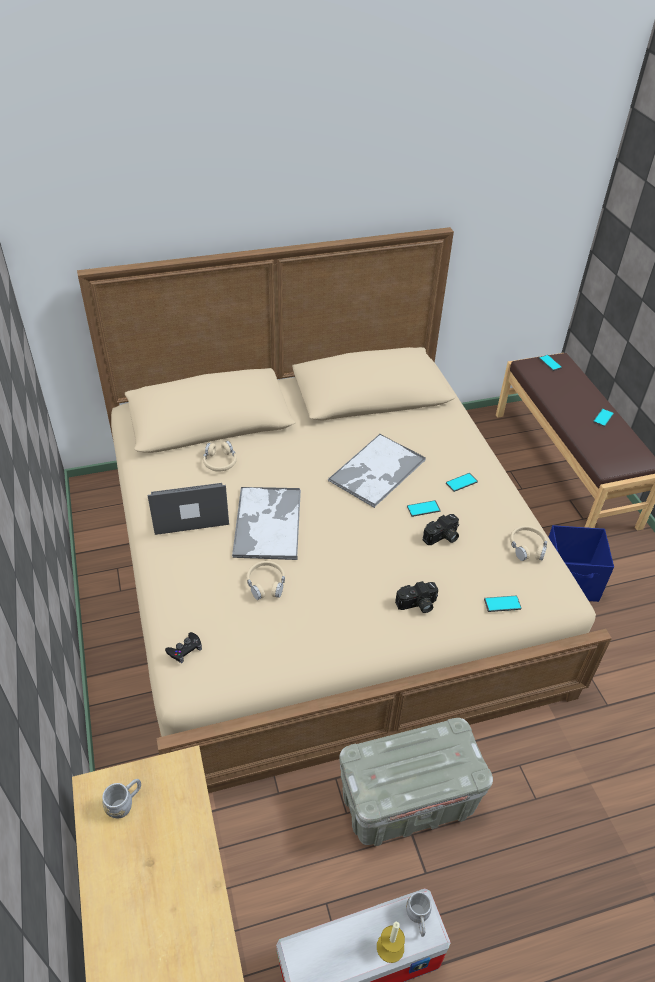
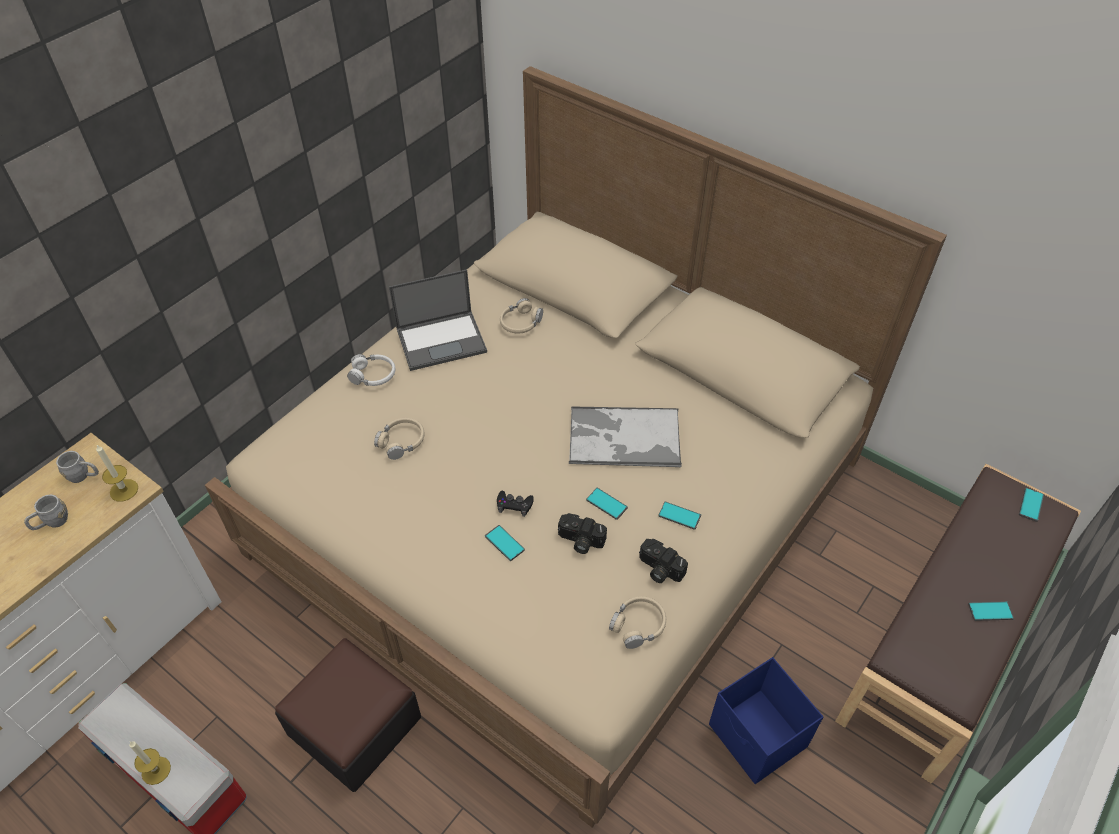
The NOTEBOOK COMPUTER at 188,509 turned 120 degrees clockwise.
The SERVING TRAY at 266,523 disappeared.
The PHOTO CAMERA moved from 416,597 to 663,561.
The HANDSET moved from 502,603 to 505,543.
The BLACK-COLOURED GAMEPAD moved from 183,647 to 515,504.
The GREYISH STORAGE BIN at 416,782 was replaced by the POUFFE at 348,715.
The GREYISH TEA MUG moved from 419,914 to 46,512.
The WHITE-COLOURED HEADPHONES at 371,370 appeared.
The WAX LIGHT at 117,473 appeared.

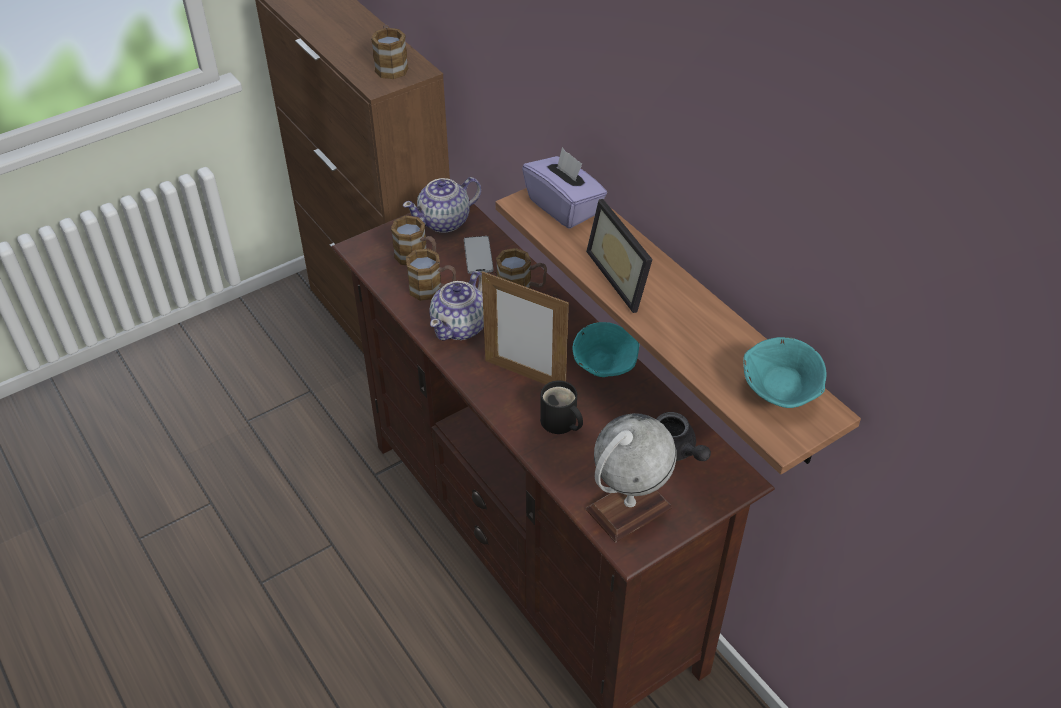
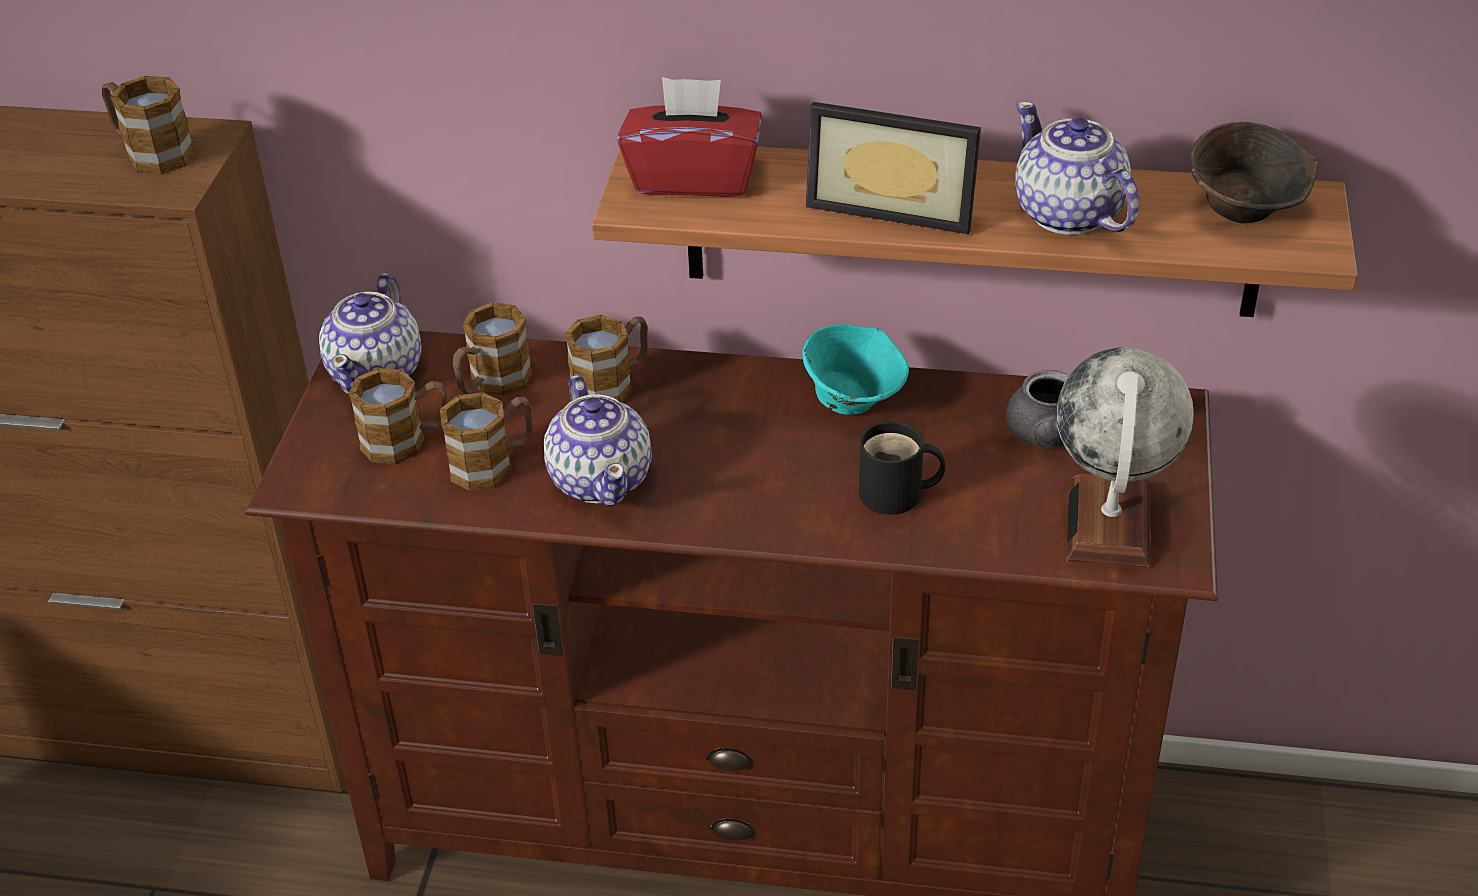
The PURPLE-COLOURED BOX OF TISSUES at 564,188 became the RED-COLOURED BOX OF TISSUES at 689,137.
The HANDSET at 478,255 was replaced by the TEA MUG at 493,349.
The PHOTO FRAME at 525,327 disappeared.
The TURQUOISE SERVING BOWL at 785,372 became the BROWNISH SERVING BOWL at 1253,172.
The TEAPOT at 1077,168 appeared.

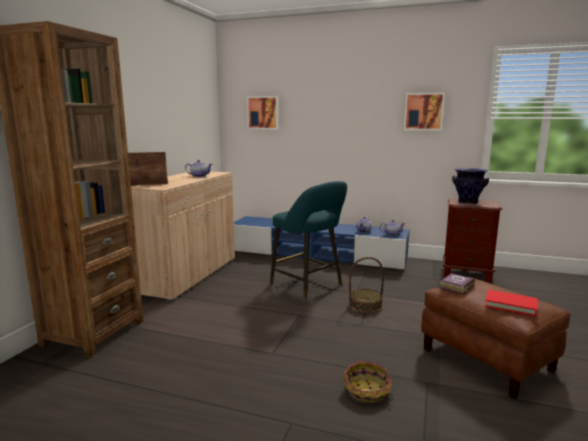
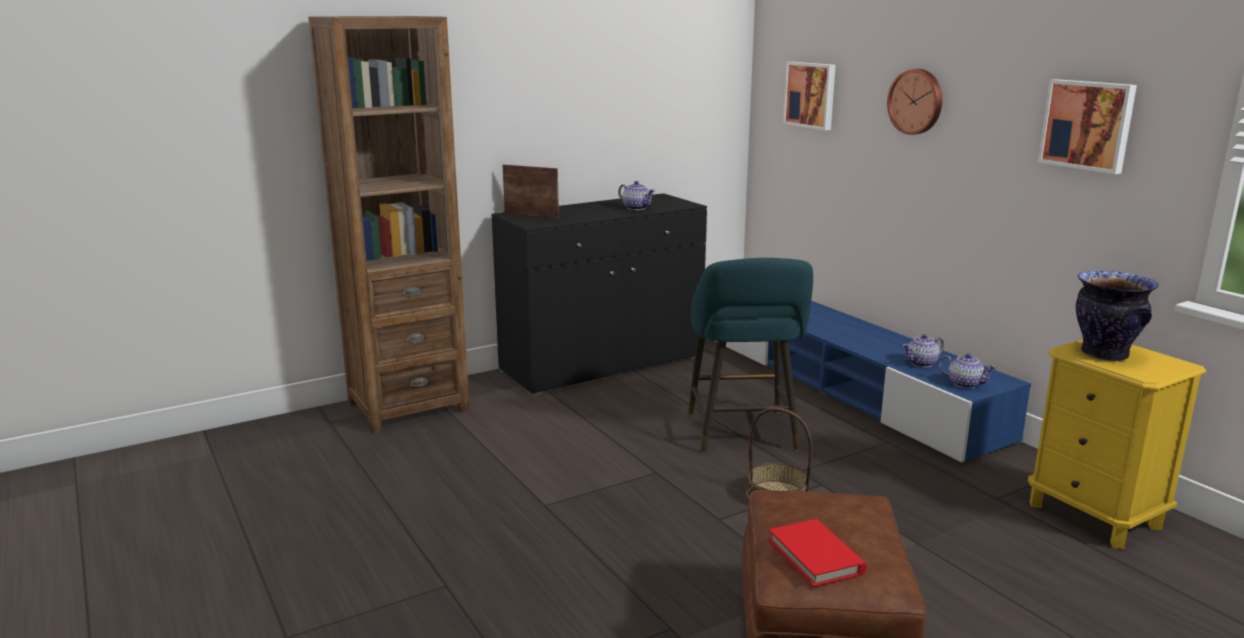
The BEIGE CABINET at 183,236 became the BLACK-COLOURED CABINET at 599,294.
The BROWNISH BEDSIDE TABLE at 473,240 became the YELLOW BEDSIDE TABLE at 1117,444.
The VOLUME at 457,283 disappeared.
The STORAGE BASKET at 368,382 disappeared.
The HANGING CLOCK at 914,102 appeared.

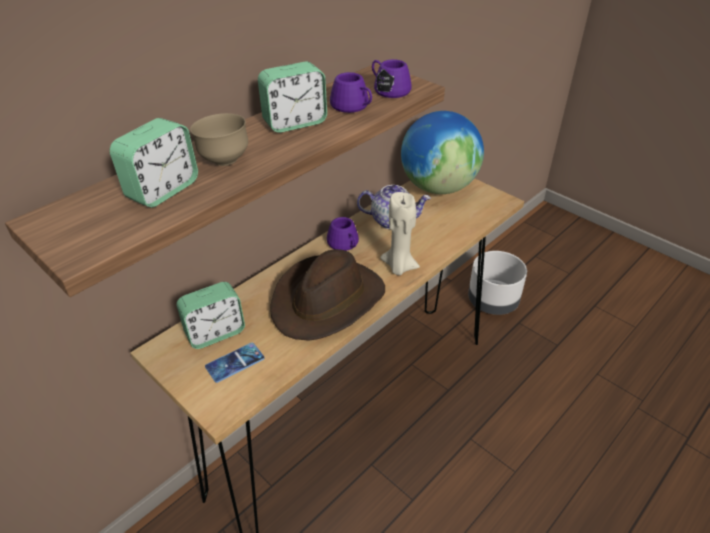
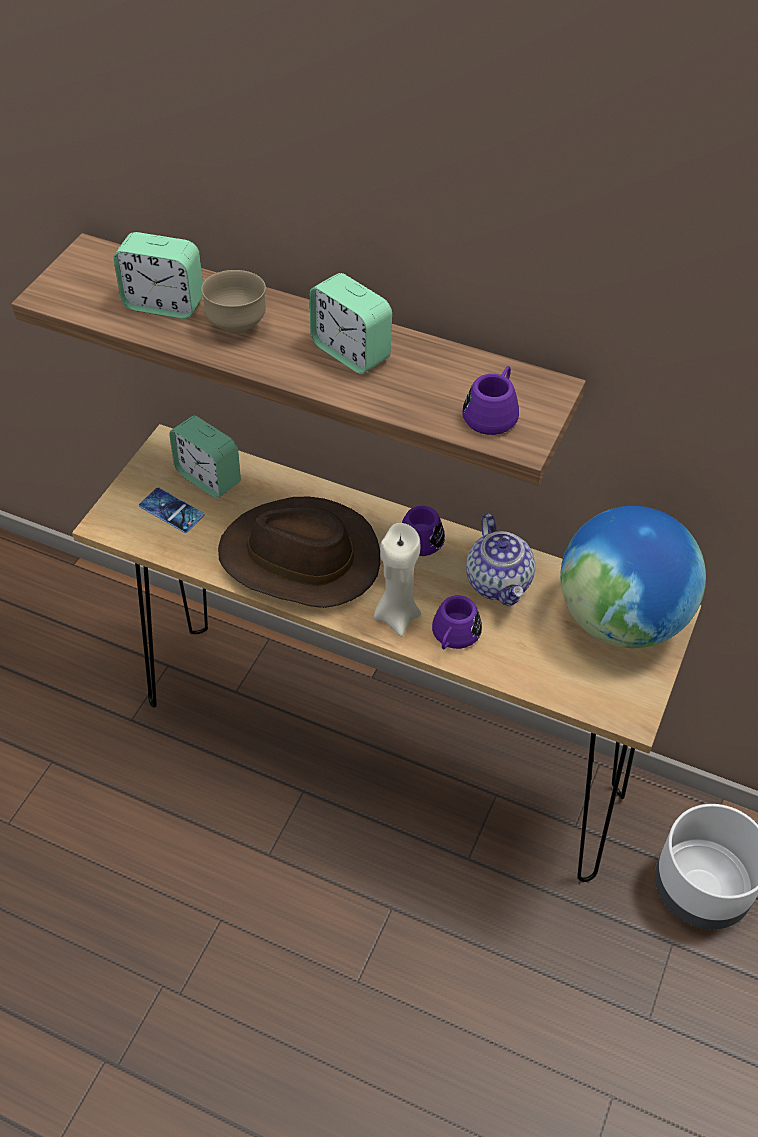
The PURPLE-COLOURED TEA MUG moved from 351,92 to 457,622.

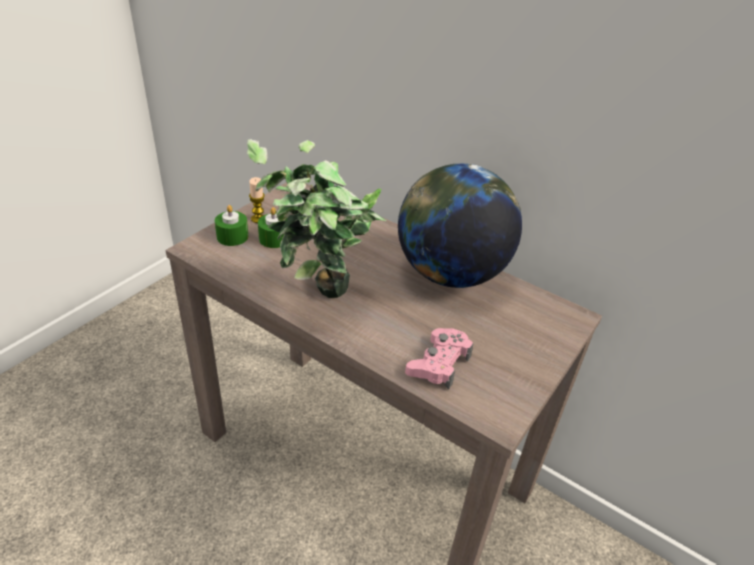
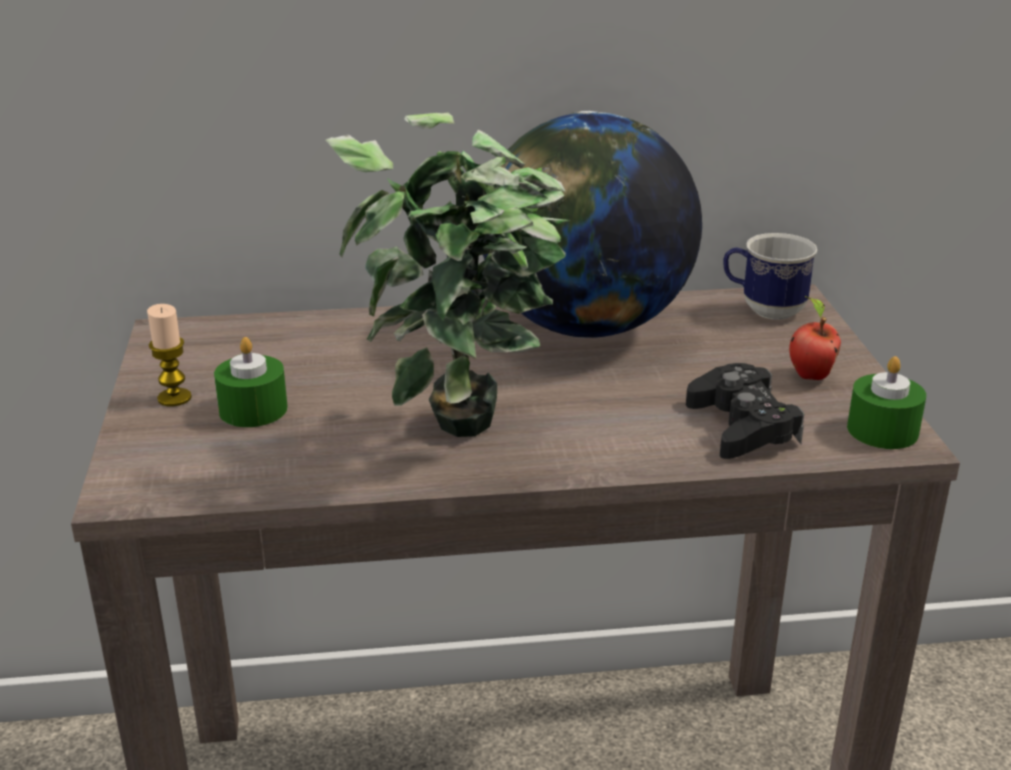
The GREEN-COLOURED WAX LIGHT moved from 231,225 to 886,402.
The PINK GAMEPAD at 439,359 became the BLACK-COLOURED GAMEPAD at 745,411.
The TEA MUG at 770,276 appeared.
The APPLE FRUIT at 815,338 appeared.

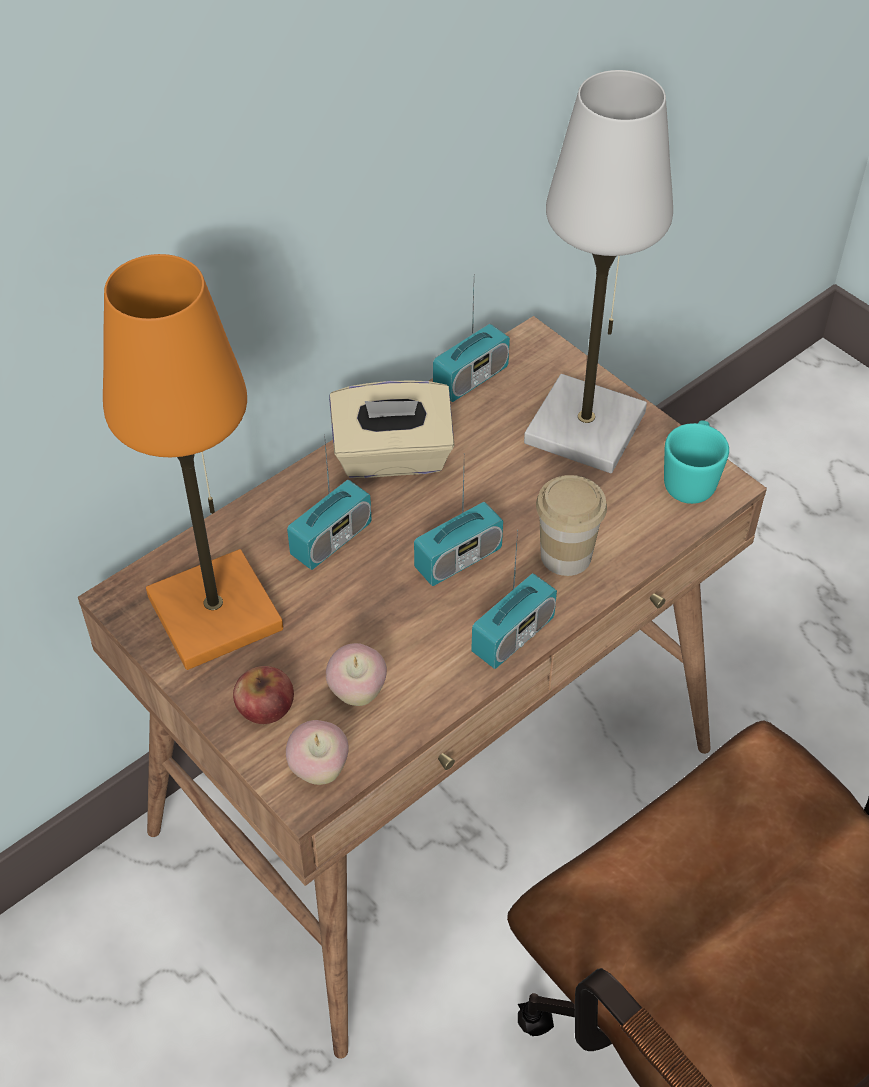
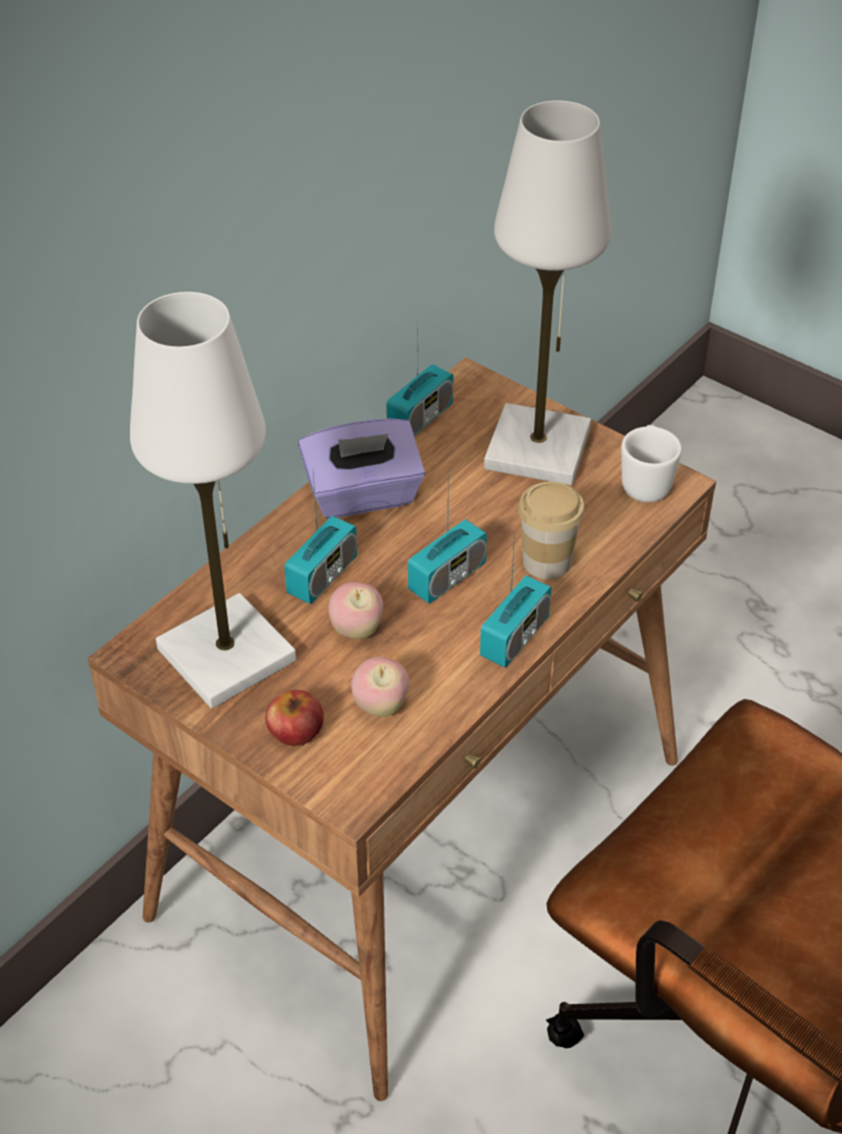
The ORANGE LAMP FOR A TABLE at 193,462 became the WHITE-COLOURED LAMP FOR A TABLE at 213,500.
The BEIGE BOX OF TISSUES at 391,429 became the PURPLE-COLOURED BOX OF TISSUES at 361,468.
The TURQUOISE TEA MUG at 696,462 became the WHITE-COLOURED TEA MUG at 651,463.
The APPLE FRUIT moved from 317,752 to 355,610.

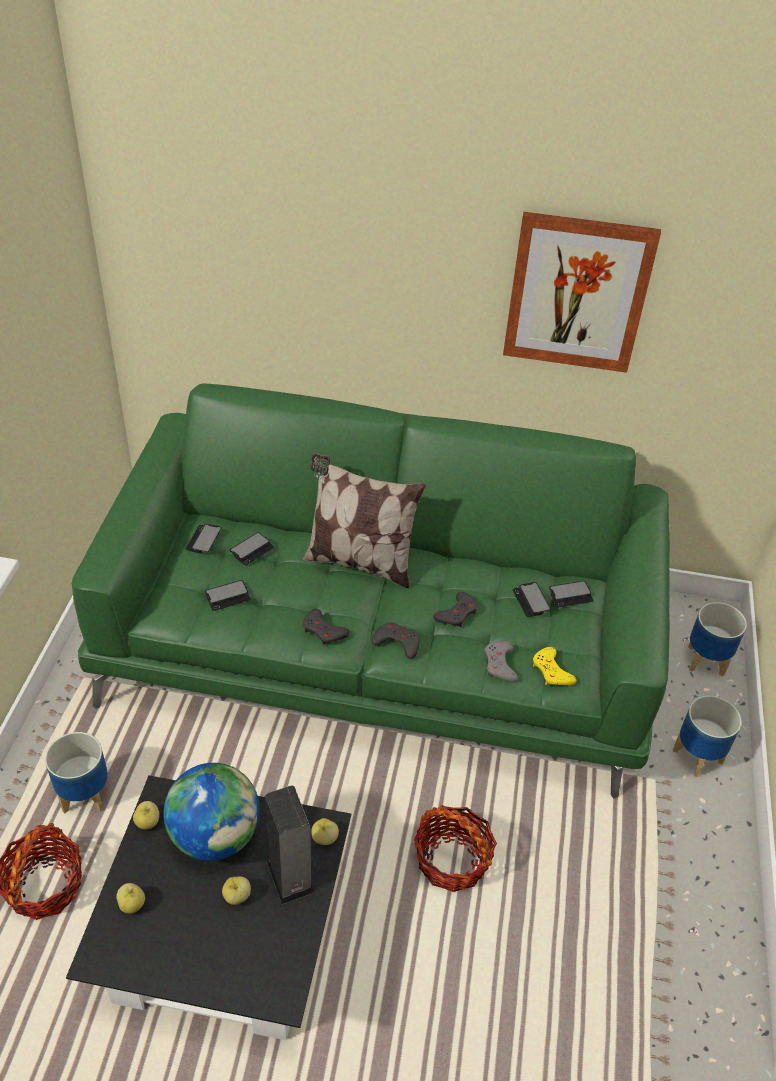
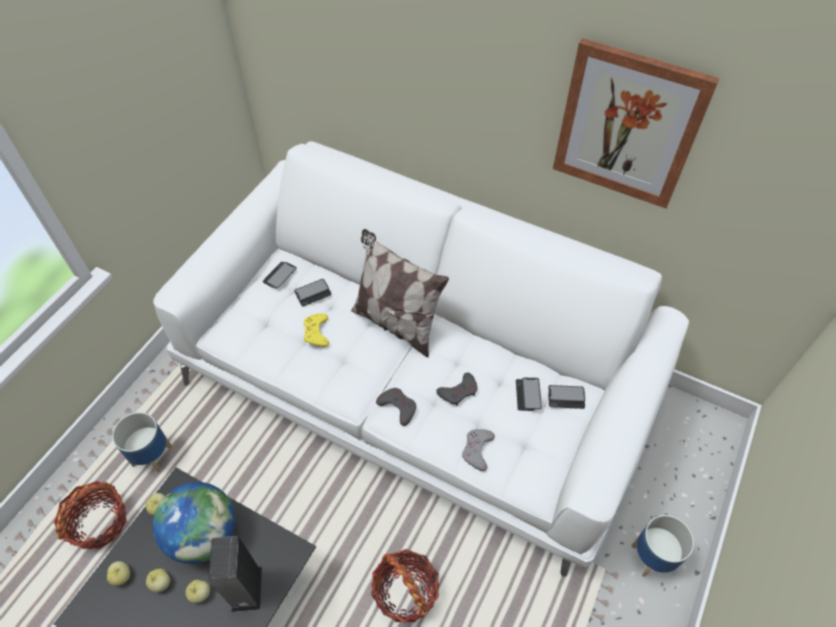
The GREEN-COLOURED SETTEE at 371,590 became the WHITE-COLOURED SETTEE at 421,359.
The HANDSET at 228,595 disappeared.
The PLANTER at 717,639 disappeared.
The GREYISH GAMEPAD at 326,627 disappeared.
The YELLOW GAMEPAD moved from 554,666 to 316,330.
The APPLE FRUIT moved from 325,831 to 158,580.

